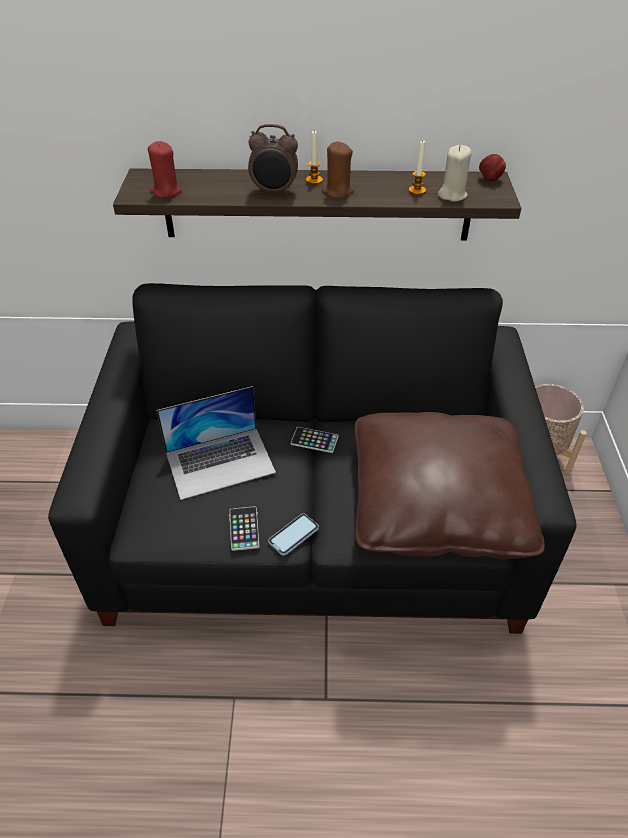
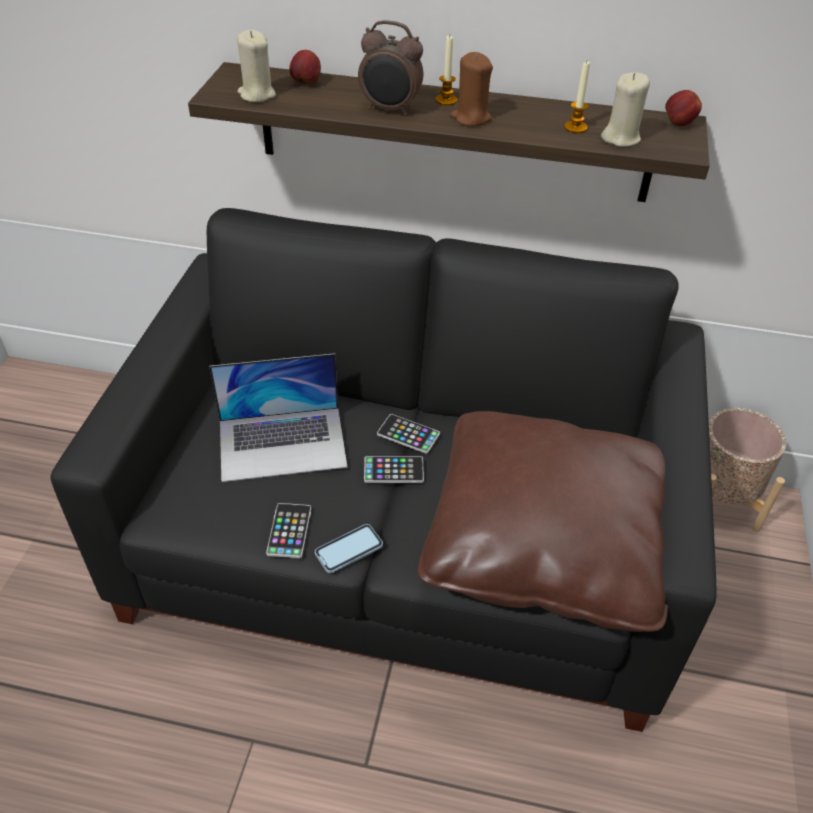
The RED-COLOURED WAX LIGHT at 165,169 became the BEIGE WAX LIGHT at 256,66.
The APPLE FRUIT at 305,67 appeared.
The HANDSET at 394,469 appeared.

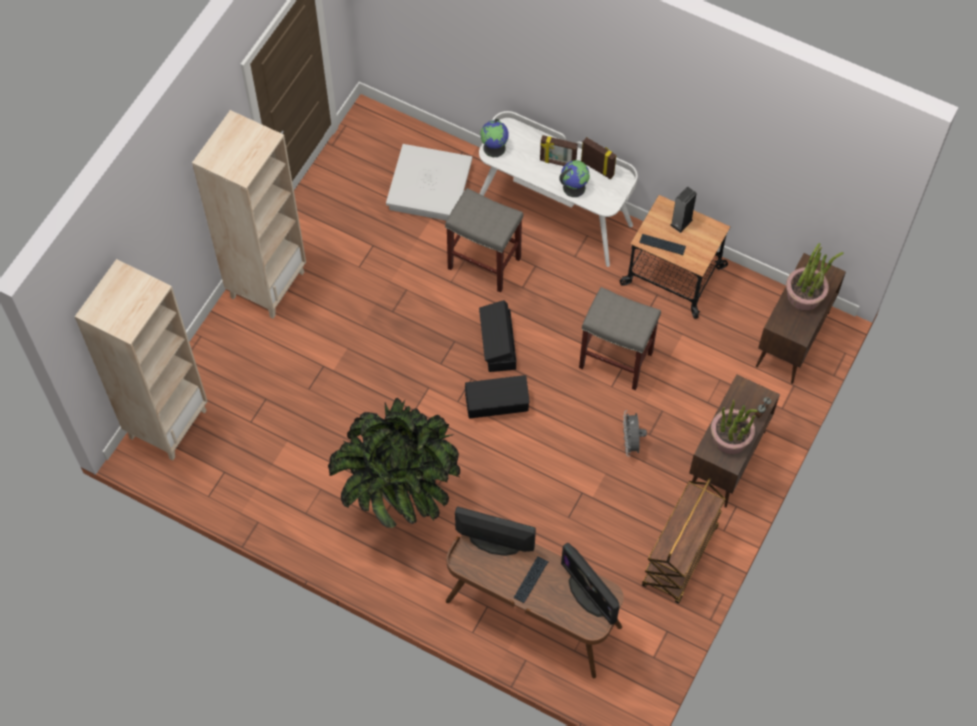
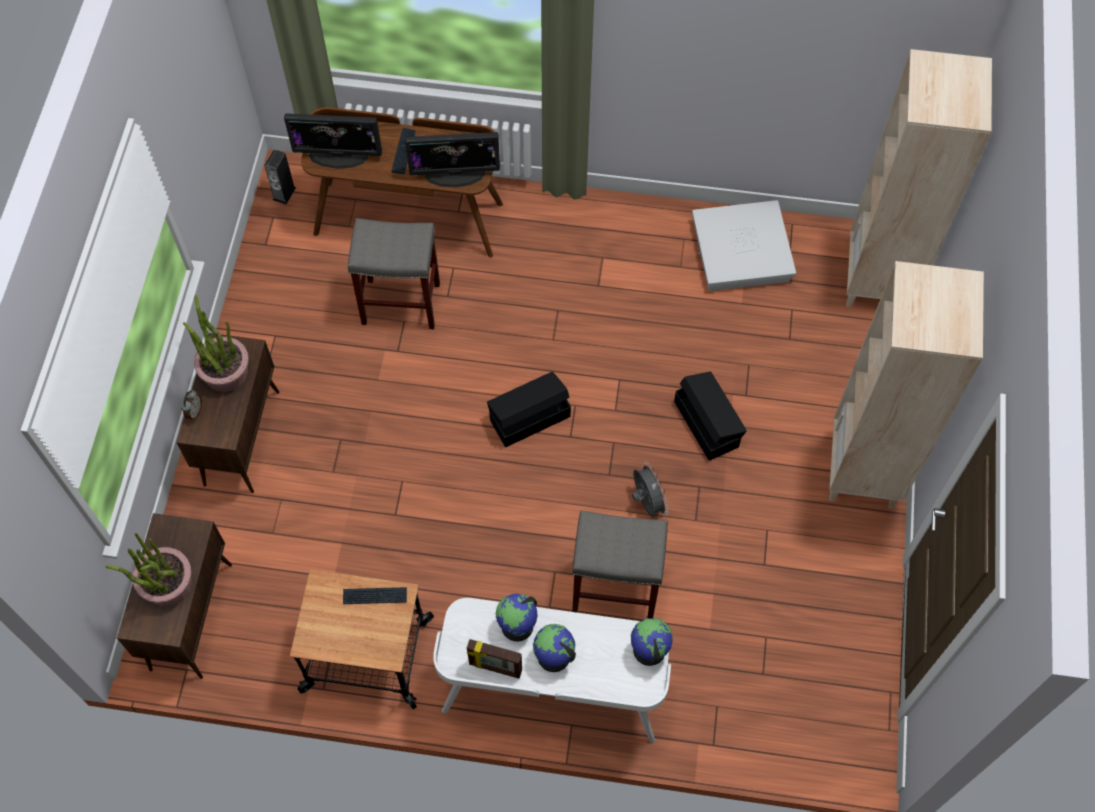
The PHOTO FRAME at 559,150 was replaced by the WORLD GLOBE at 554,648.
The WHITE-COLOURED STORAGE BIN moved from 429,182 to 744,245.
The AUDIO SPEAKER moved from 683,209 to 280,177.
The GREYISH STOOL SEAT moved from 620,338 to 394,273.
The BLACK-COLOURED STORAGE BIN moved from 497,336 to 710,416.
The PLANT IN A POT at 394,463 disappeared.
The GREYISH FAN moved from 635,433 to 650,489.
The BROWNISH WHEELED CART at 684,540 disappeared.
The MONITOR at 590,584 turned 150 degrees clockwise.

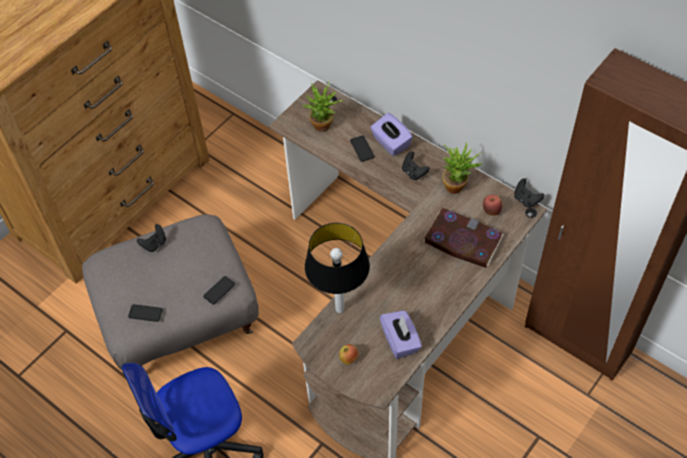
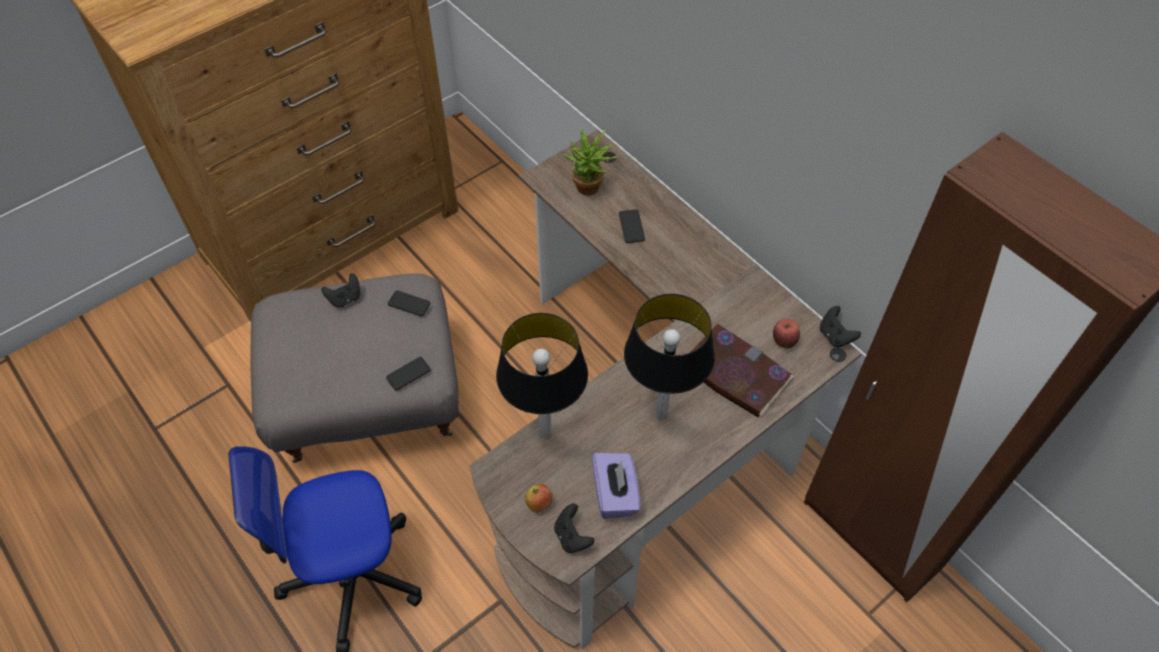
The PURPLE-COLOURED BOX OF TISSUES at 391,134 disappeared.
The PLANT IN A POT at 462,168 disappeared.
The BLACK-COLOURED GAMEPAD moved from 416,165 to 574,528.
The HANDSET moved from 145,313 to 409,303.
The LAMP FOR A TABLE at 669,357 appeared.

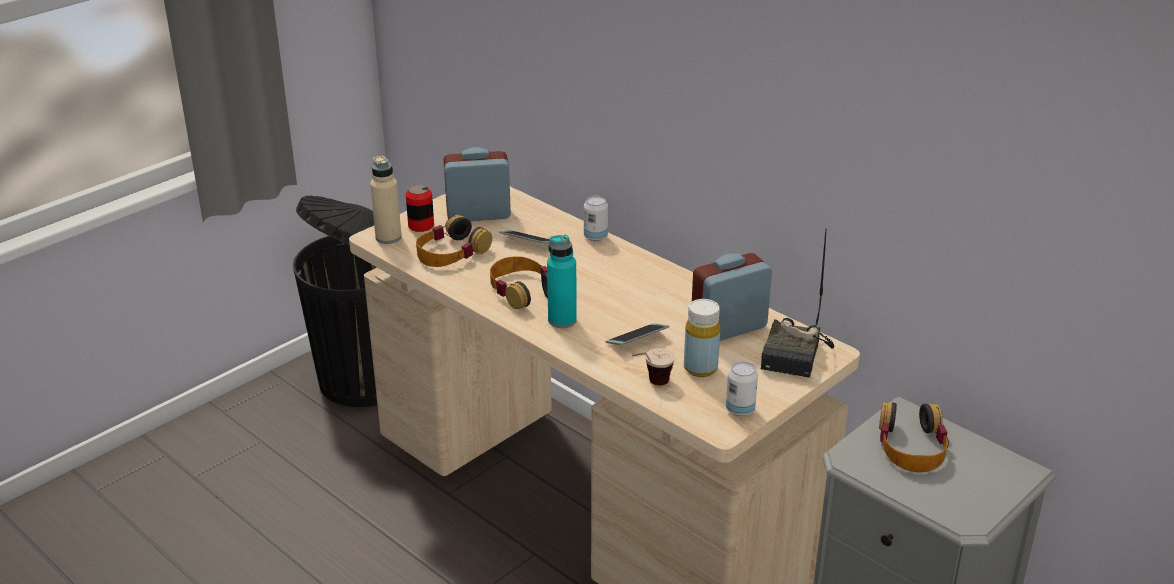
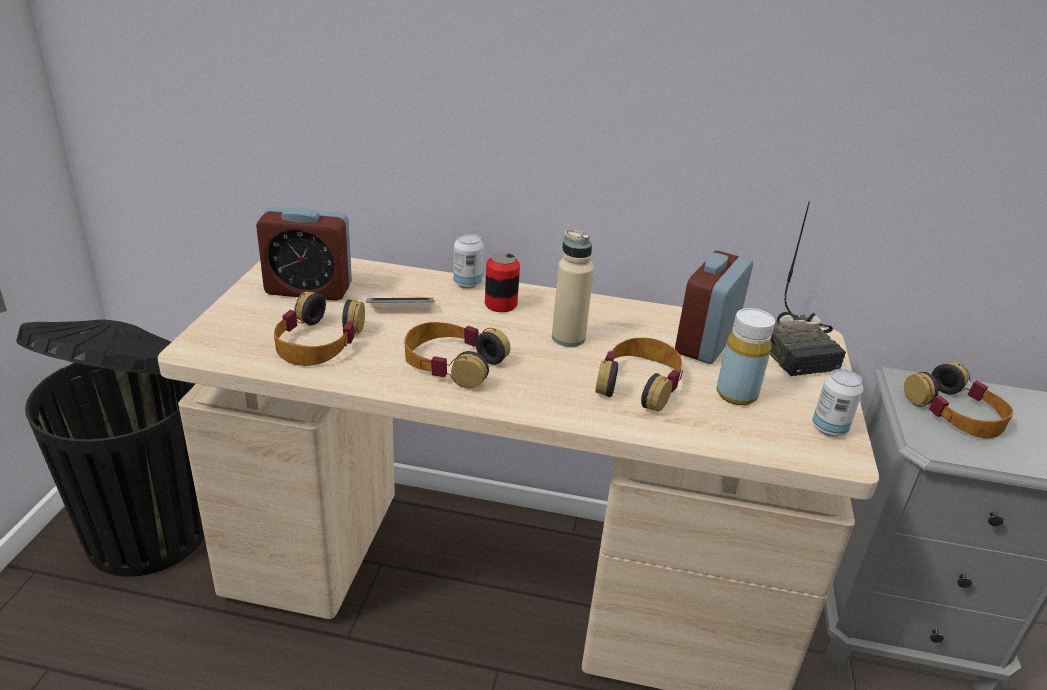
The BEDSIDE CLOCK at 477,184 turned 135 degrees counterclockwise.
The BEIGE BOTTLE moved from 386,199 to 573,288.
The CAN moved from 420,208 to 502,282.
The TURQUOISE BOTTLE at 562,281 disappeared.
The HANDSET at 637,334 was replaced by the HEADPHONES at 639,375.
The CUP at 653,366 disappeared.

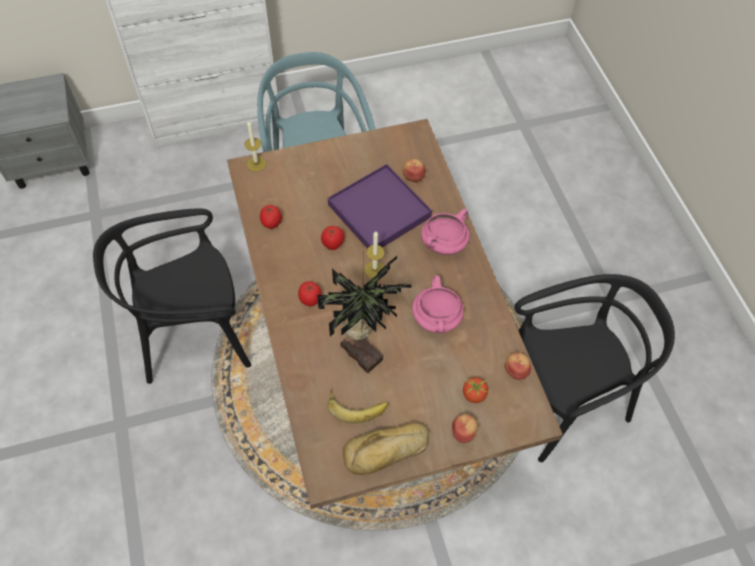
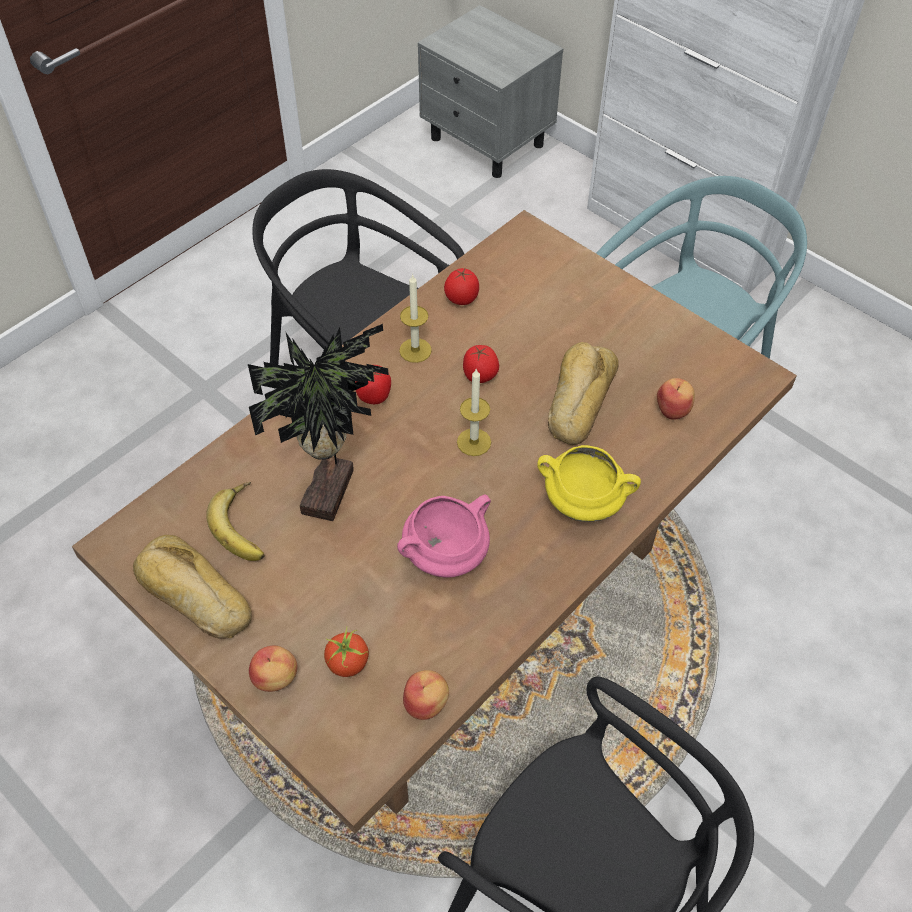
The WAX LIGHT moved from 255,145 to 415,318.
The PURPLE-COLOURED SERVING TRAY at 380,206 was replaced by the BAKERY BREAD at 583,393.
The PINK SAUCEPOT at 445,232 became the YELLOW SAUCEPOT at 589,483.

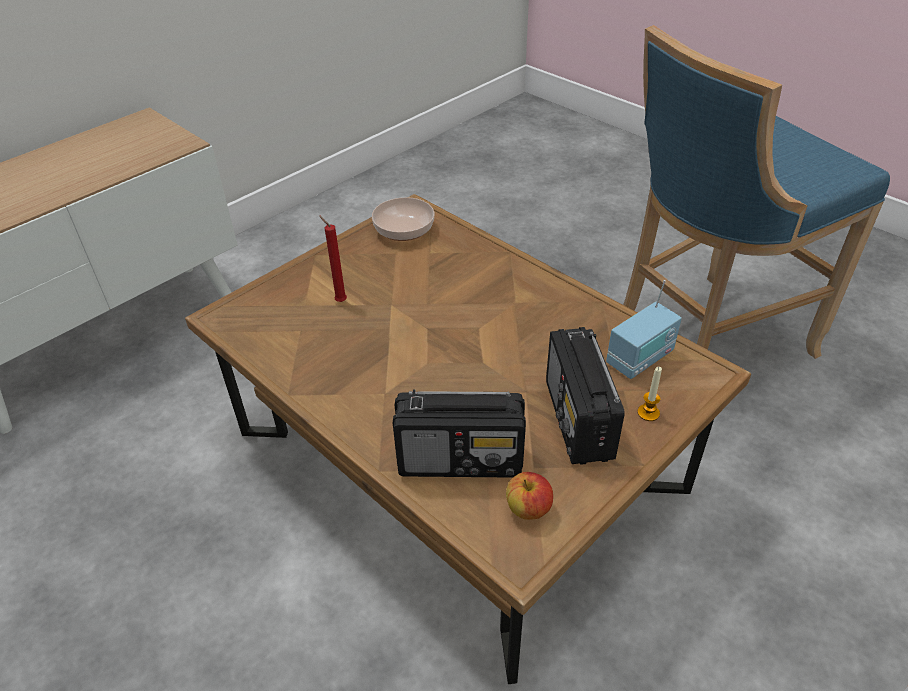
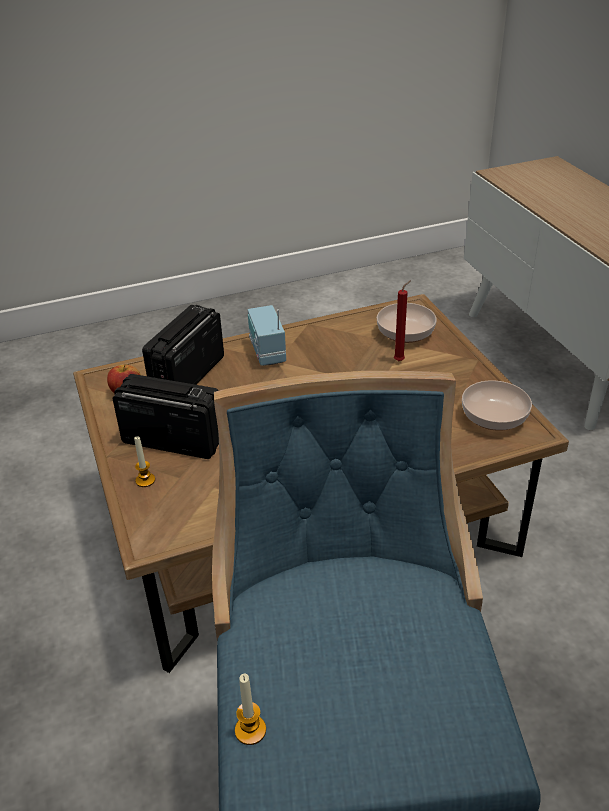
The RADIO RECEIVER moved from 644,329 to 267,335.
The SERVING BOWL at 407,323 appeared.
The WAX LIGHT at 250,709 appeared.

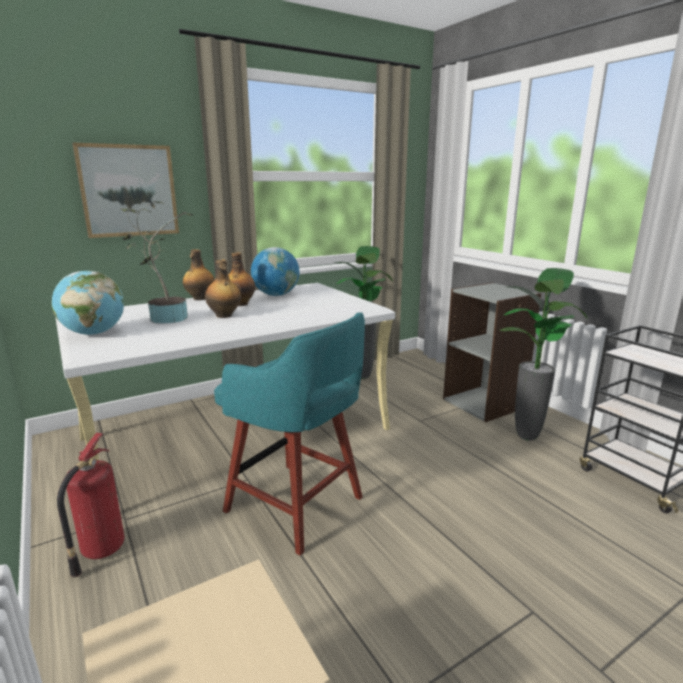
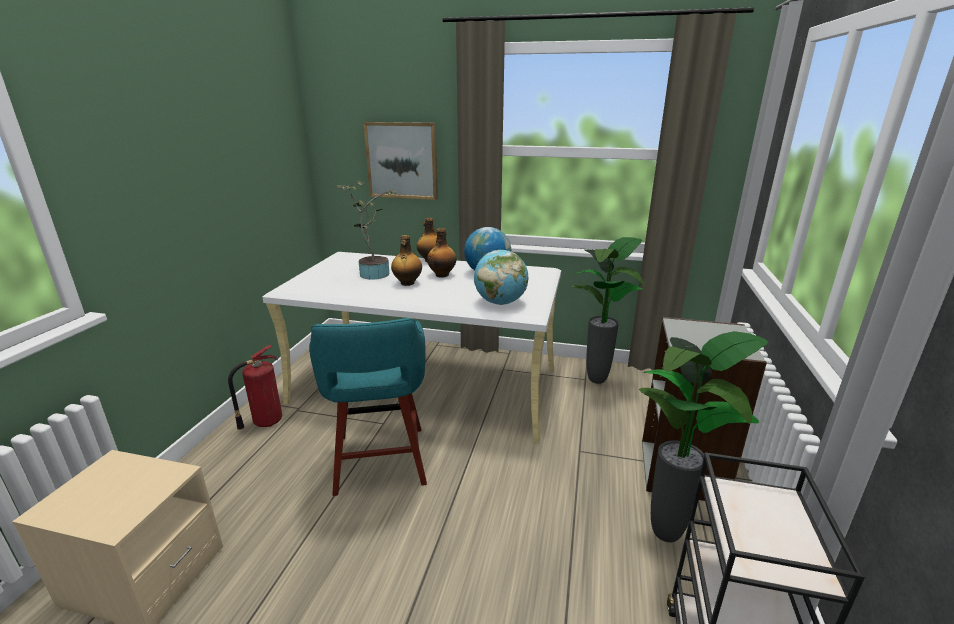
The WORLD GLOBE moved from 88,303 to 501,277.

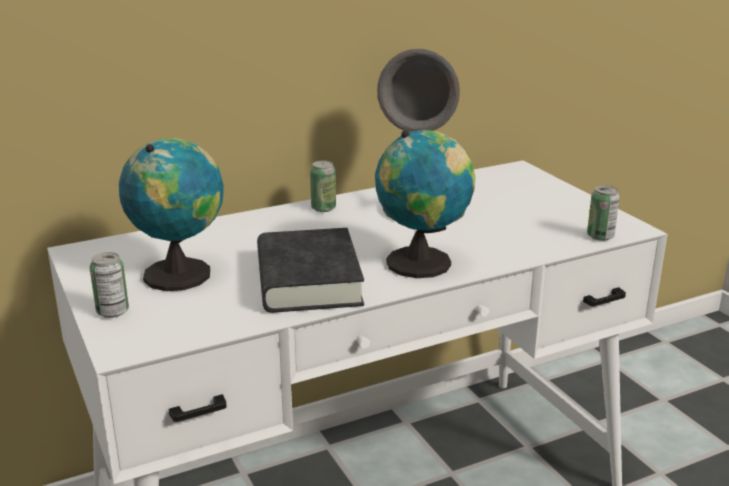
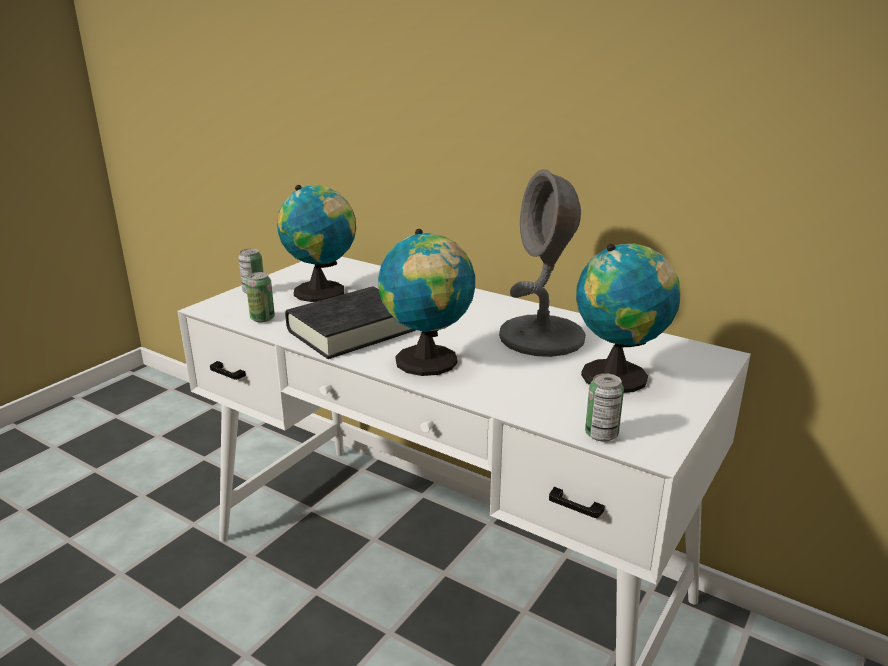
The CAN moved from 323,186 to 260,297.
The WORLD GLOBE at 628,318 appeared.

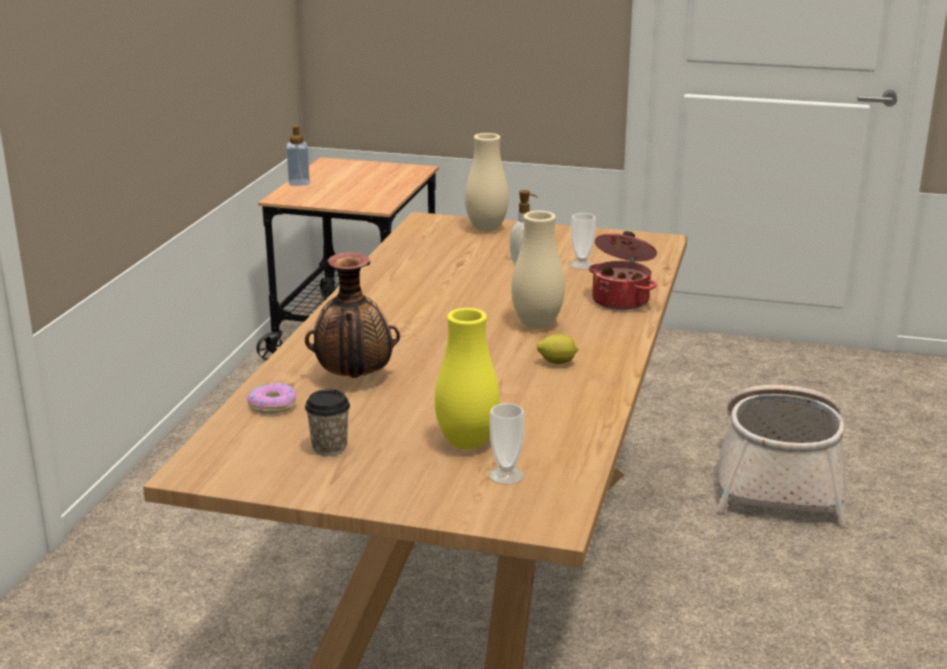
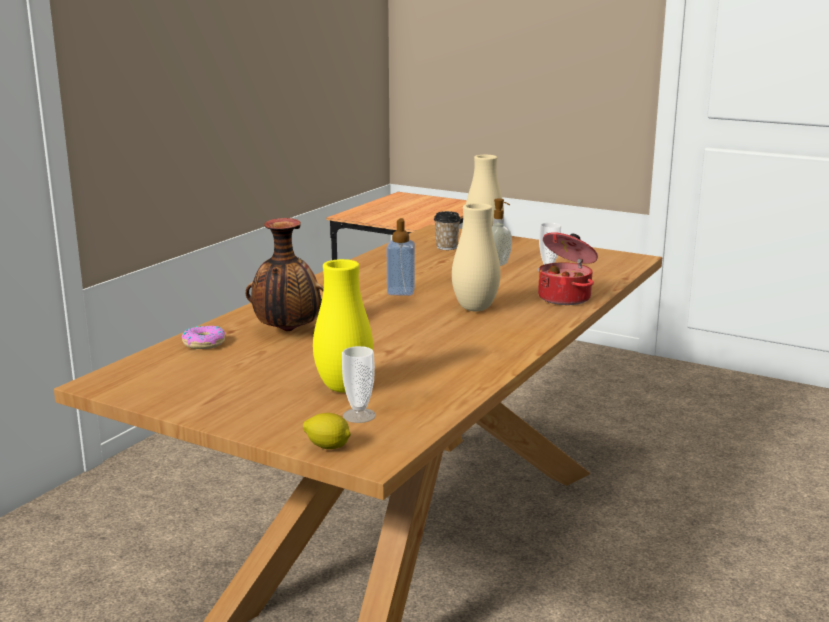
The SOAP DISPENSER moved from 298,155 to 401,257.
The LEMON moved from 557,349 to 327,431.
The STORAGE BASKET at 781,455 disappeared.
The CUP moved from 327,422 to 447,230.

